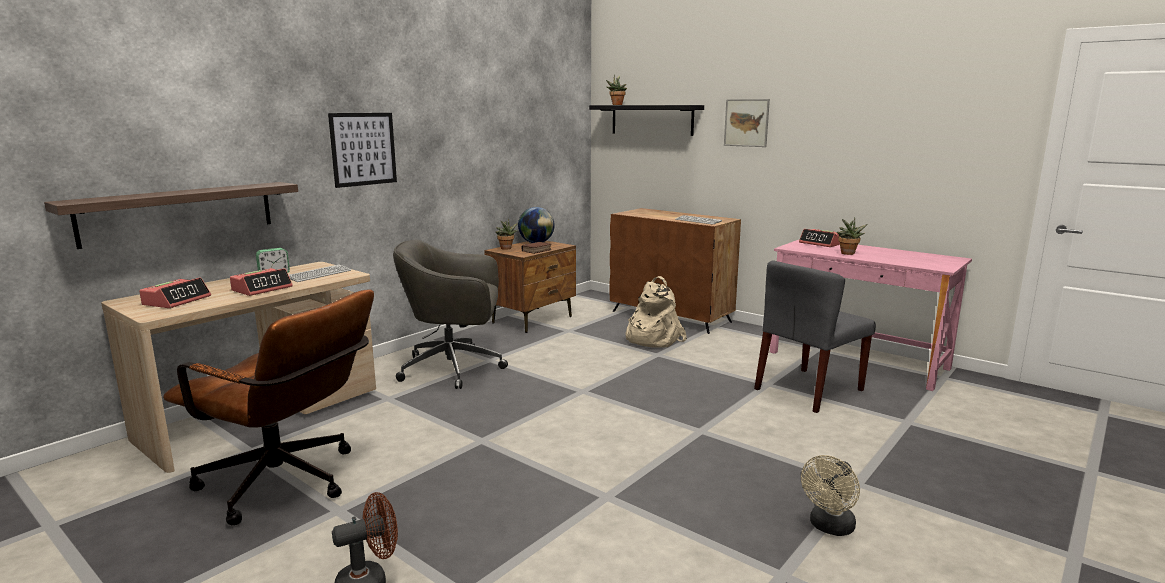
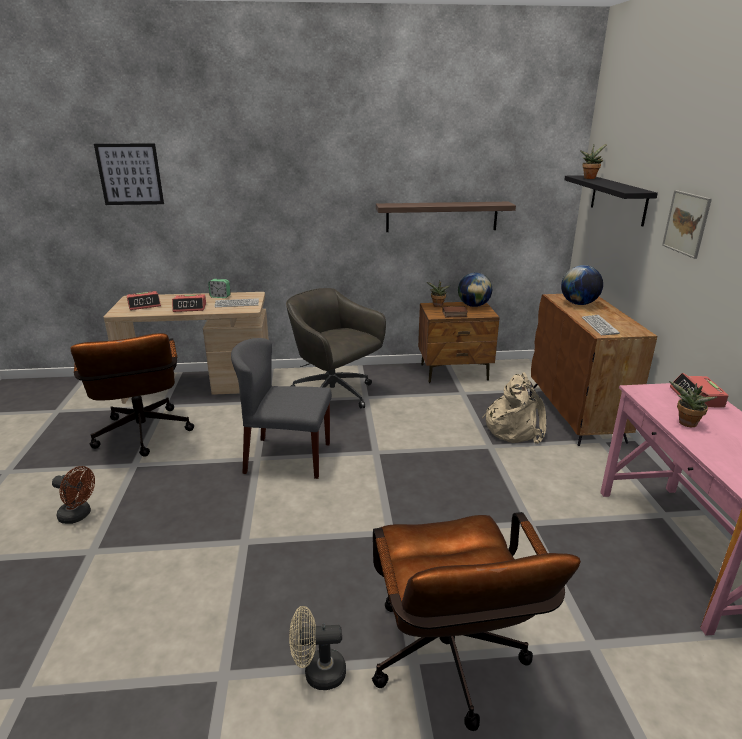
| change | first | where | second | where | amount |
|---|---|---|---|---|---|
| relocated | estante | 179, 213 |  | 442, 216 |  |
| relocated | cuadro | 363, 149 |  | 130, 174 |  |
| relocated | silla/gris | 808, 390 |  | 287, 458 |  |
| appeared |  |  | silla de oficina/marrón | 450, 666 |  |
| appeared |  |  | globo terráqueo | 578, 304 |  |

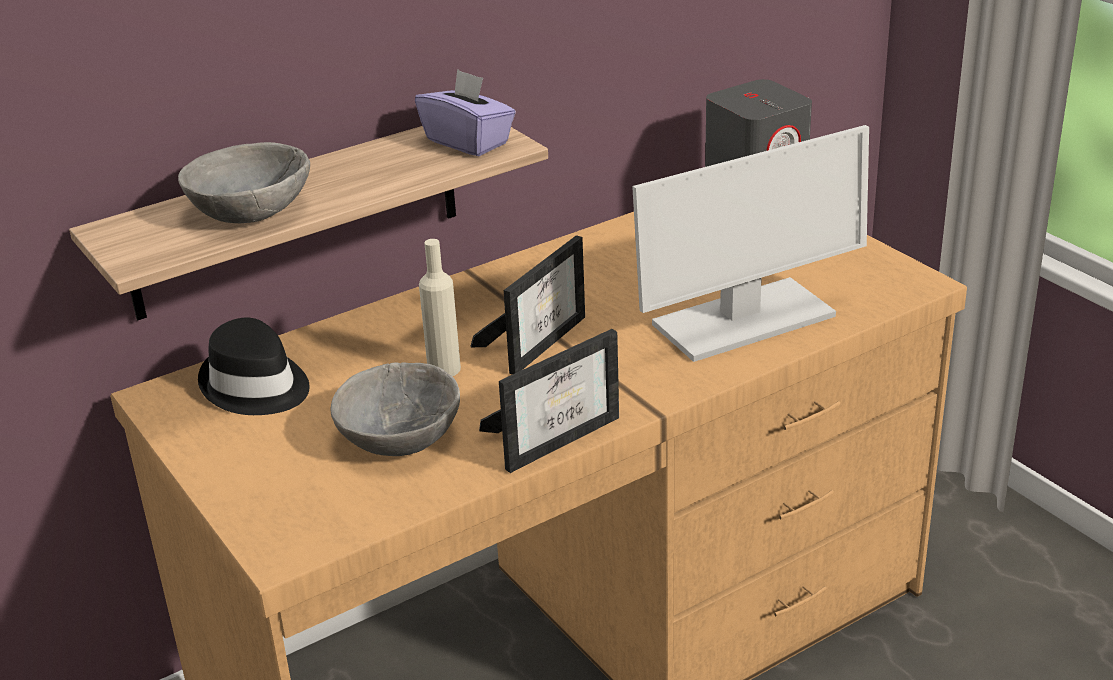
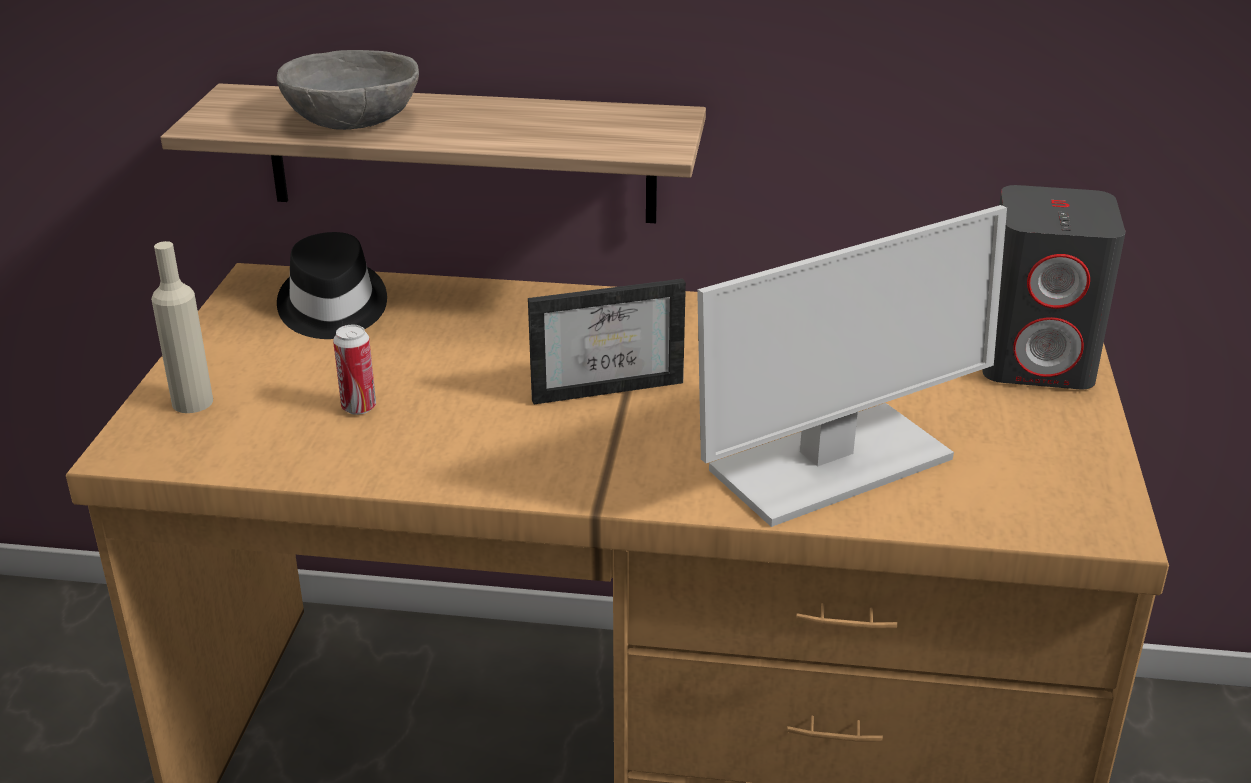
| change | first | where | second | where | amount |
|---|---|---|---|---|---|
| exchanged | cuenco/gris | 401, 437 | lata | 359, 407 |  |
| missing | caja de pañuelos/morado | 468, 141 |  |  |  |
| relocated | botella/beis | 444, 369 |  | 192, 402 |  |
| missing | portarretratos | 556, 436 |  |  |  |
| spun | monitor | 743, 321 |  | 830, 466 | 45 degrees counterclockwise |

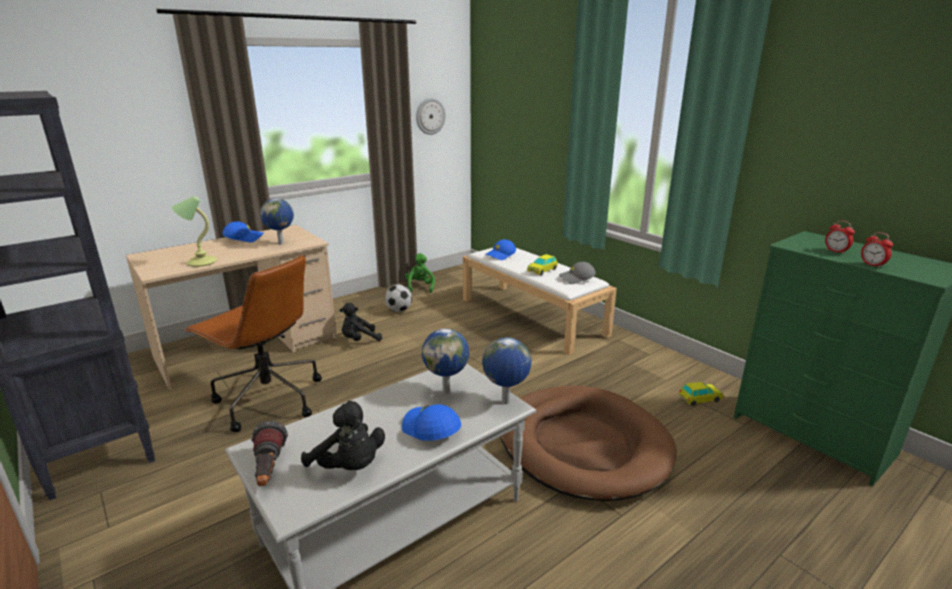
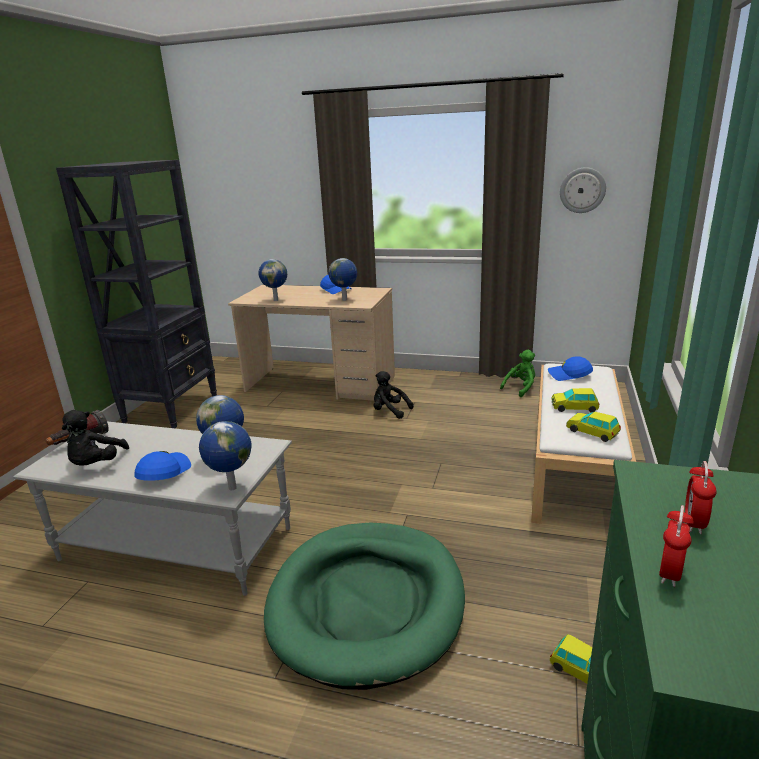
| change | first | where | second | where | amount |
|---|---|---|---|---|---|
| exchanged | lámpara de mesa | 201, 262 | globo terráqueo | 276, 300 |  |
| missing | silla de oficina/marrón | 268, 400 |  |  |  |
| missing | balón de fútbol | 399, 310 |  |  |  |
| colour | cama para perro/marrón | 582, 445 | cama para perro/verde | 367, 603 |  |
| exchanged | gorra/gris | 576, 279 | coche de juguete | 592, 432 |  |

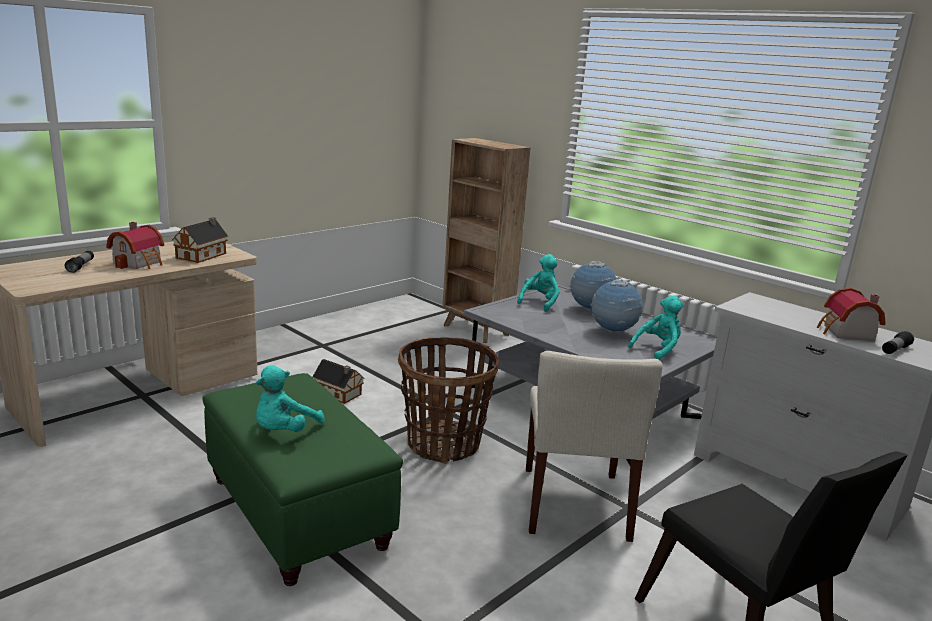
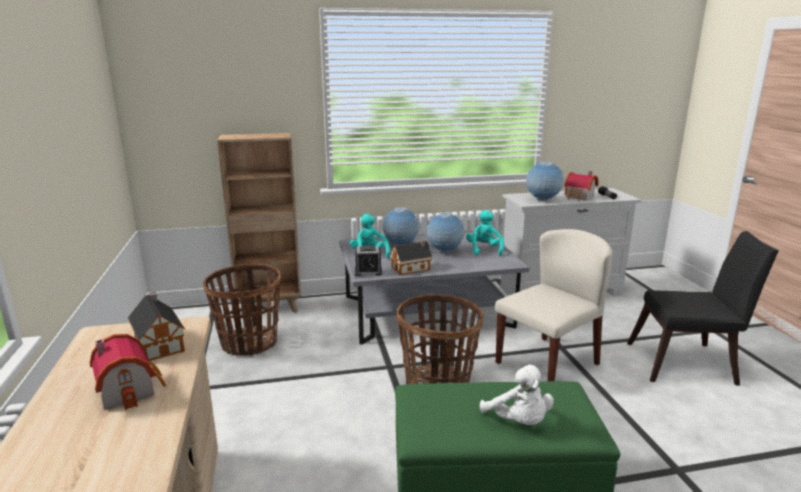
| change | first | where | second | where | amount |
|---|---|---|---|---|---|
| missing | linterna | 81, 267 |  |  |  |
| colour | peluche/turquesa | 284, 431 | peluche/blanco | 518, 422 |  |
| relocated | casita | 339, 394 |  | 412, 268 |  |
| spun | silla/beis | 575, 503 |  | 547, 362 | 75 degrees counterclockwise |
| appeared |  |  | cesta | 249, 343 |  |
| appeared |  |  | despertador | 368, 272 |  |
| appeared |  |  | globo terráqueo | 542, 200 |  |

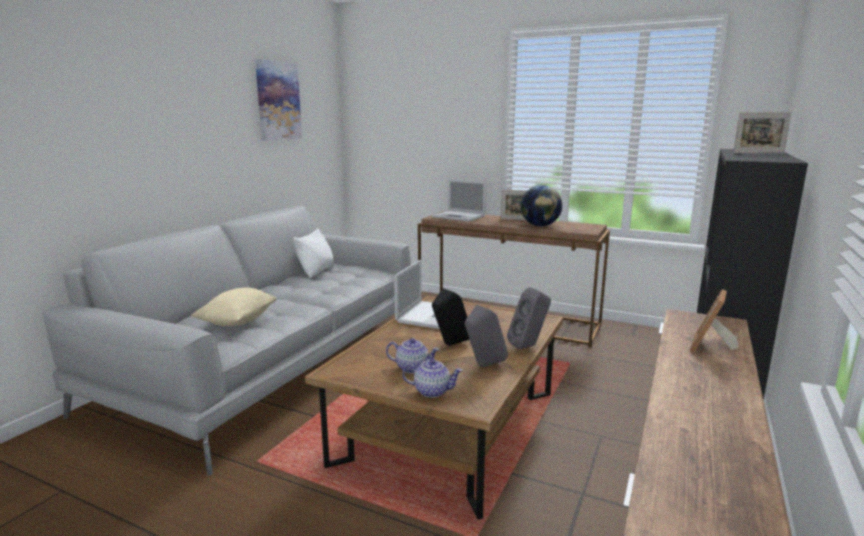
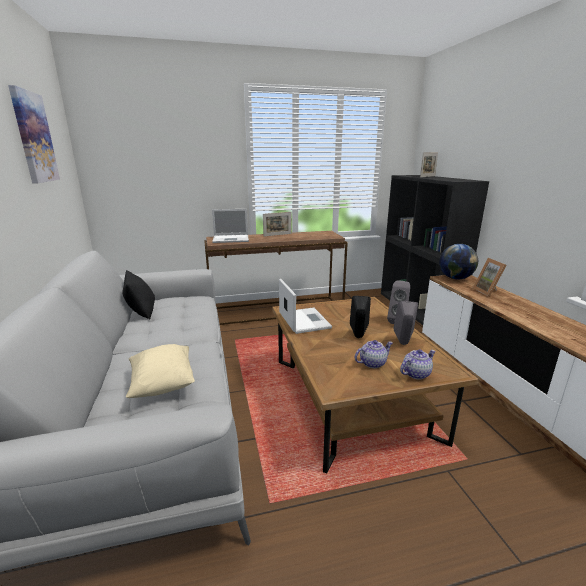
| change | first | where | second | where | amount |
|---|---|---|---|---|---|
| colour | cojín/blanco | 316, 271 | cojín/negro | 141, 312 |  |
| relocated | globo terráqueo | 540, 226 |  | 455, 278 |  |

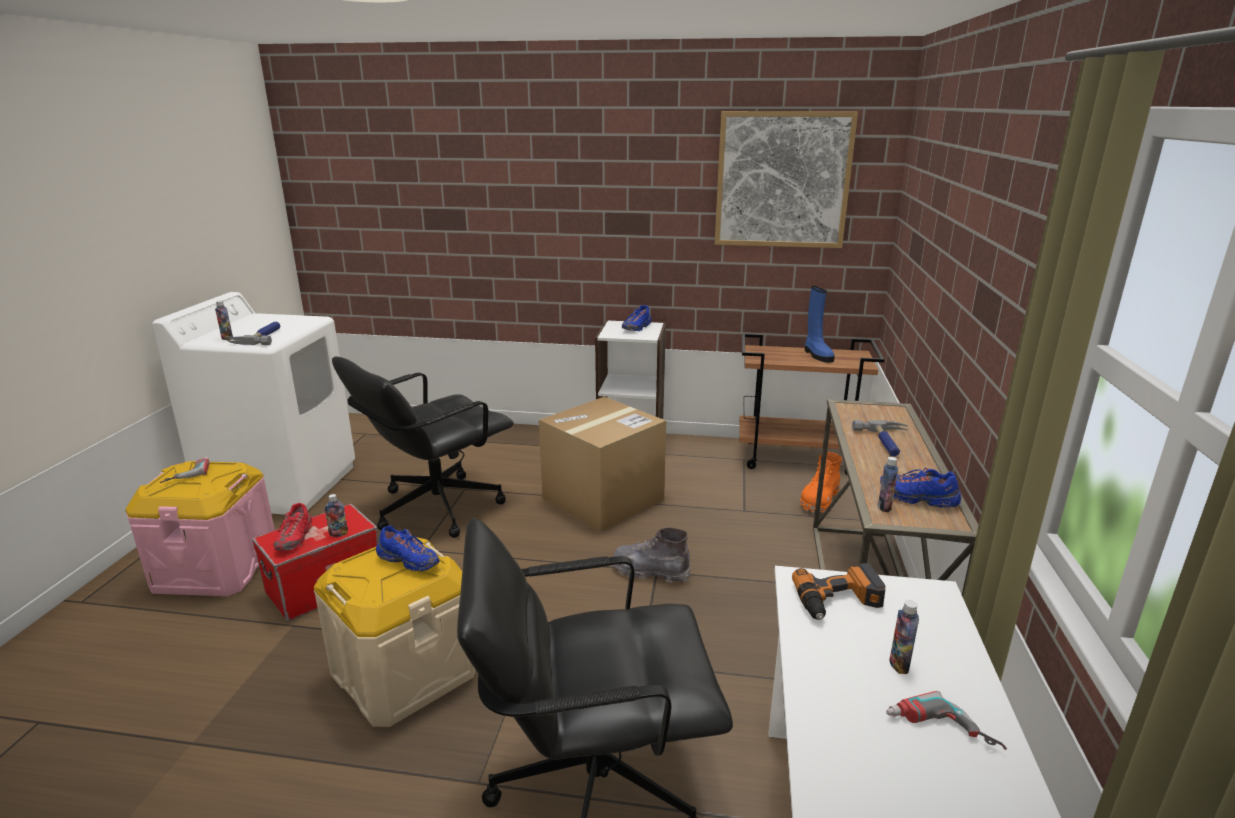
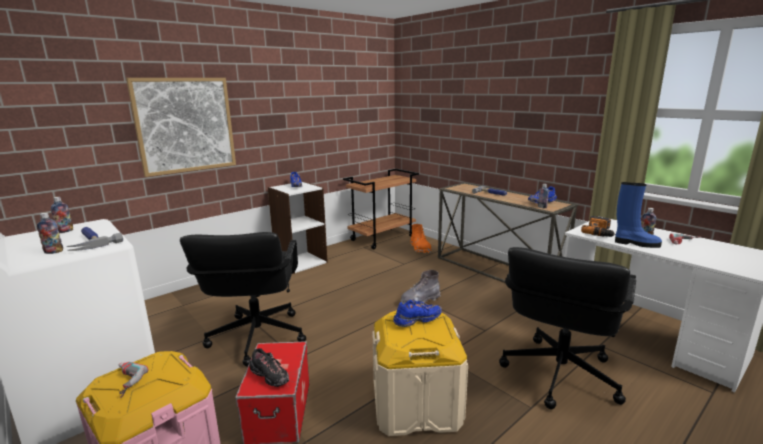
| change | first | where | second | where | amount |
|---|---|---|---|---|---|
| colour | zapato/rojo | 295, 538 | zapato/negro | 270, 377 |  |
| relocated | botella | 338, 534 |  | 65, 231 |  |
| missing | caja de cartón | 603, 499 |  |  |  |
| relocated | cuadro | 782, 180 |  | 185, 125 |  |
| relocated | bota/azul | 817, 355 |  | 635, 243 |  |

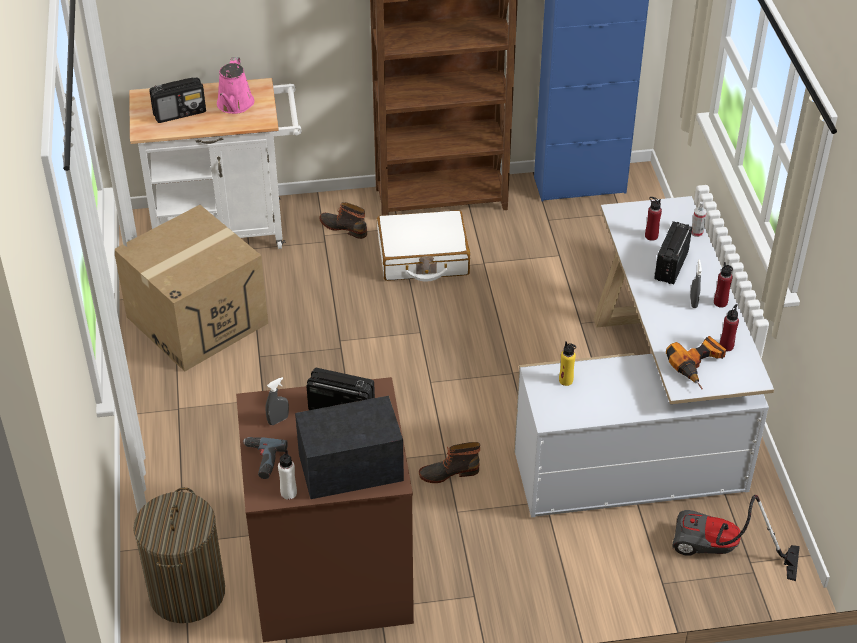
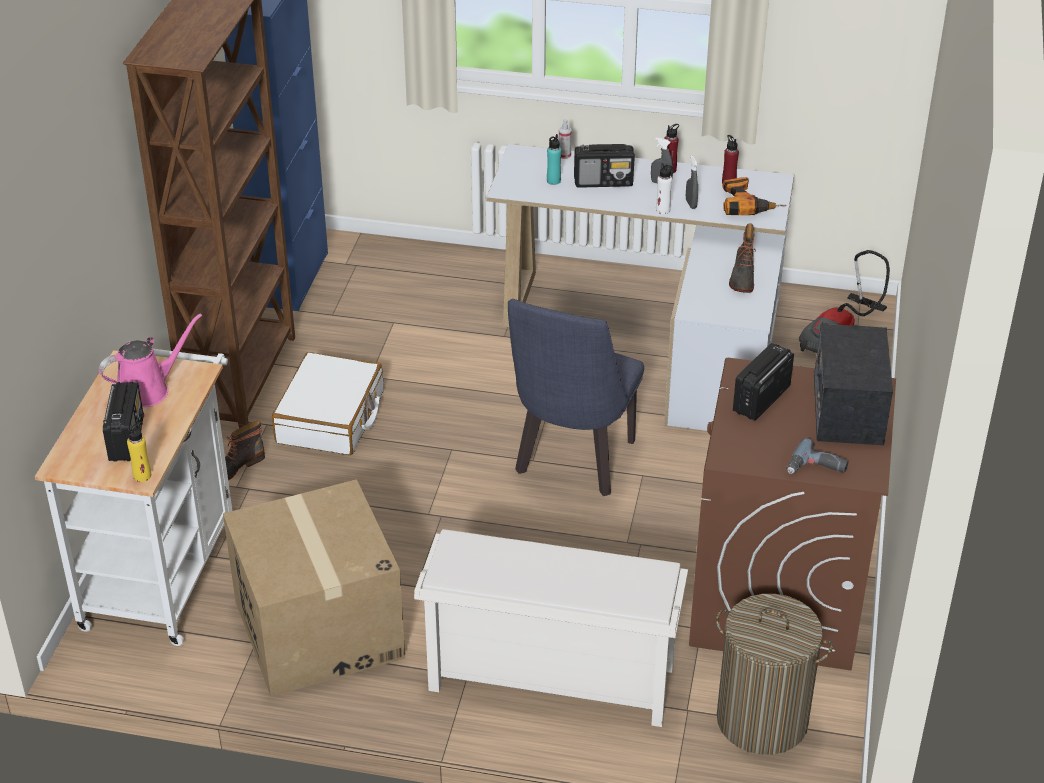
| change | first | where | second | where | amount |
|---|---|---|---|---|---|
| spun | regadera/rosa | 234, 105 |  | 148, 390 | 60 degrees counterclockwise |
| relocated | pulverizador/gris | 278, 420 |  | 691, 204 |  |
| relocated | botella/blanco | 288, 493 |  | 663, 210 |  |
| relocated | bota | 448, 472 |  | 742, 277 |  |
| relocated | botella/amarillo | 566, 380 |  | 142, 475 |  |
| colour | botella/rojo | 651, 236 | botella/turquesa | 553, 181 |  |
| spun | radio | 671, 266 |  | 604, 182 | 45 degrees counterclockwise |
| appeared |  |  | zapatero/blanco | 548, 679 |  |
| appeared |  |  | silla/azul | 573, 464 |  |

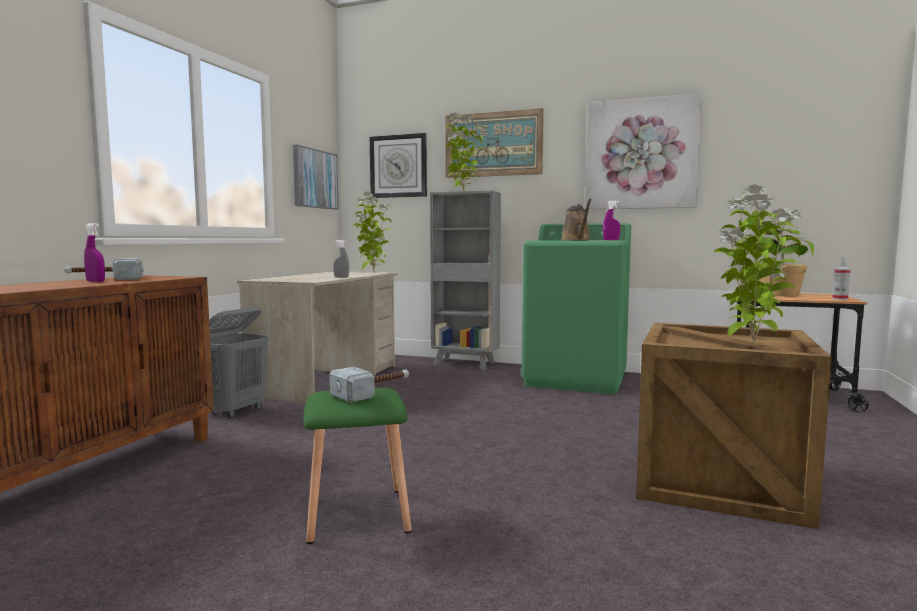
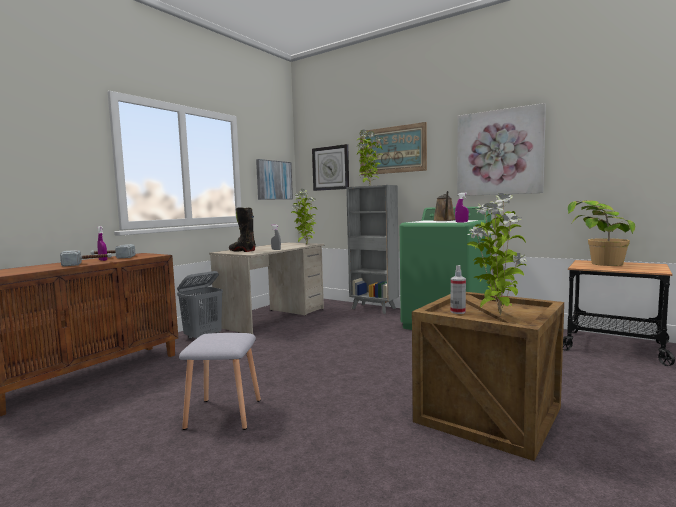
| change | first | where | second | where | amount |
|---|---|---|---|---|---|
| colour | taburete/verde | 355, 515 | taburete/gris | 222, 414 |  |
| relocated | martillo | 374, 392 |  | 87, 263 |  |
| relocated | pulverizador | 840, 299 |  | 458, 312 |  |
| appeared |  |  | bota/negro | 242, 251 |  |

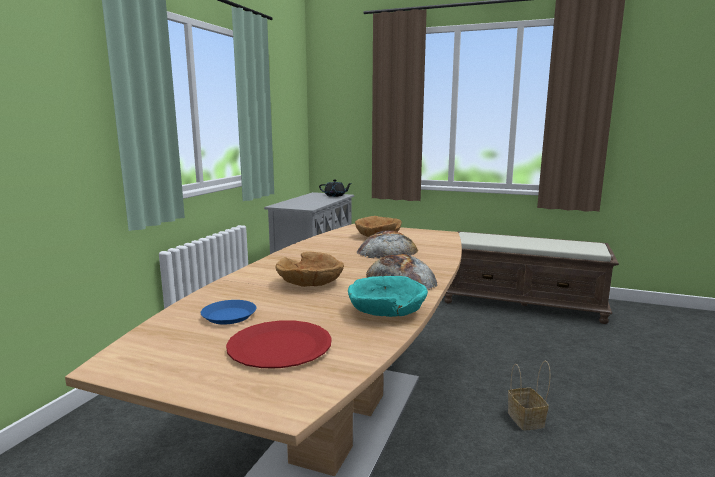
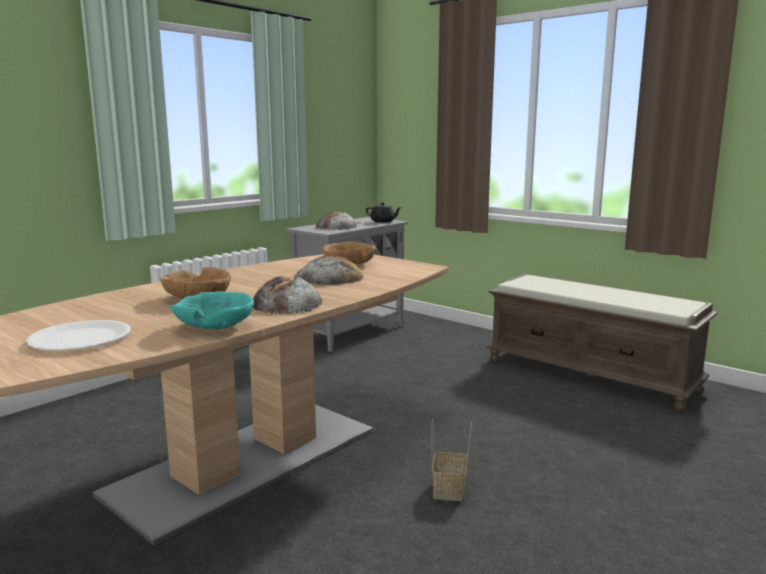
| change | first | where | second | where | amount |
|---|---|---|---|---|---|
| missing | plato/azul | 229, 316 |  |  |  |
| colour | plato/rojo | 280, 346 | plato/blanco | 81, 338 |  |
| appeared |  |  | pan | 336, 226 |  |

